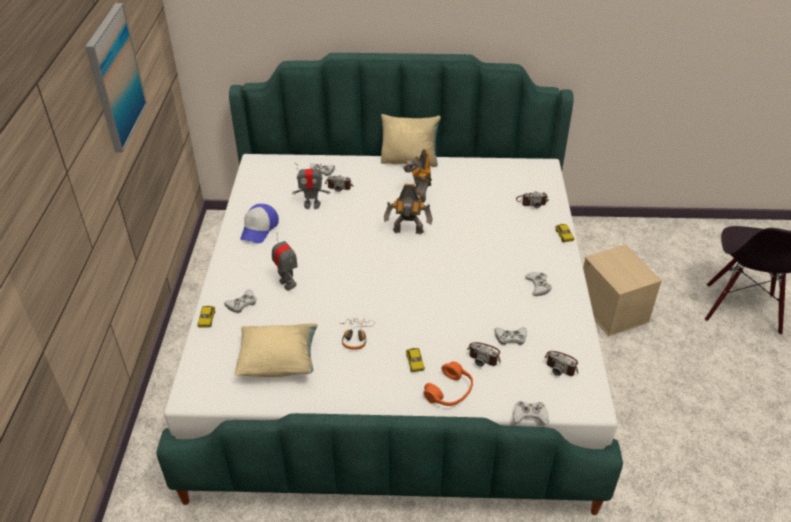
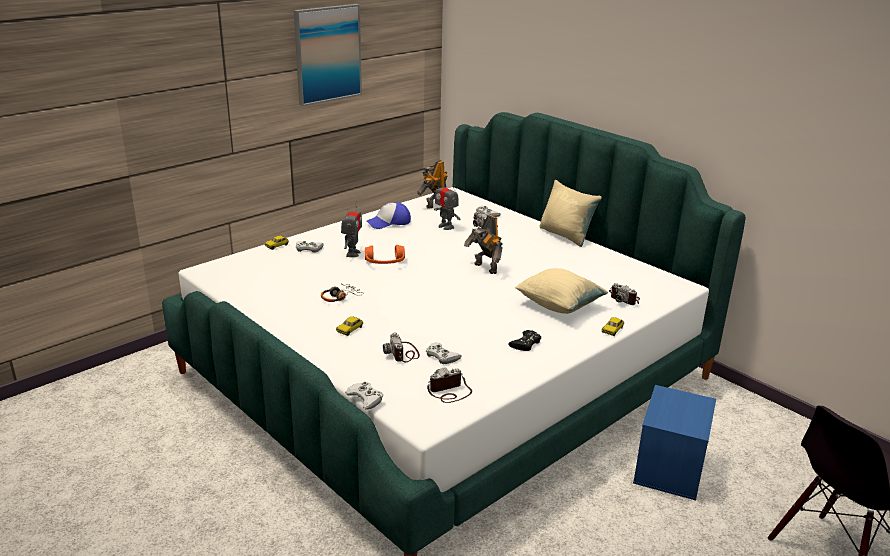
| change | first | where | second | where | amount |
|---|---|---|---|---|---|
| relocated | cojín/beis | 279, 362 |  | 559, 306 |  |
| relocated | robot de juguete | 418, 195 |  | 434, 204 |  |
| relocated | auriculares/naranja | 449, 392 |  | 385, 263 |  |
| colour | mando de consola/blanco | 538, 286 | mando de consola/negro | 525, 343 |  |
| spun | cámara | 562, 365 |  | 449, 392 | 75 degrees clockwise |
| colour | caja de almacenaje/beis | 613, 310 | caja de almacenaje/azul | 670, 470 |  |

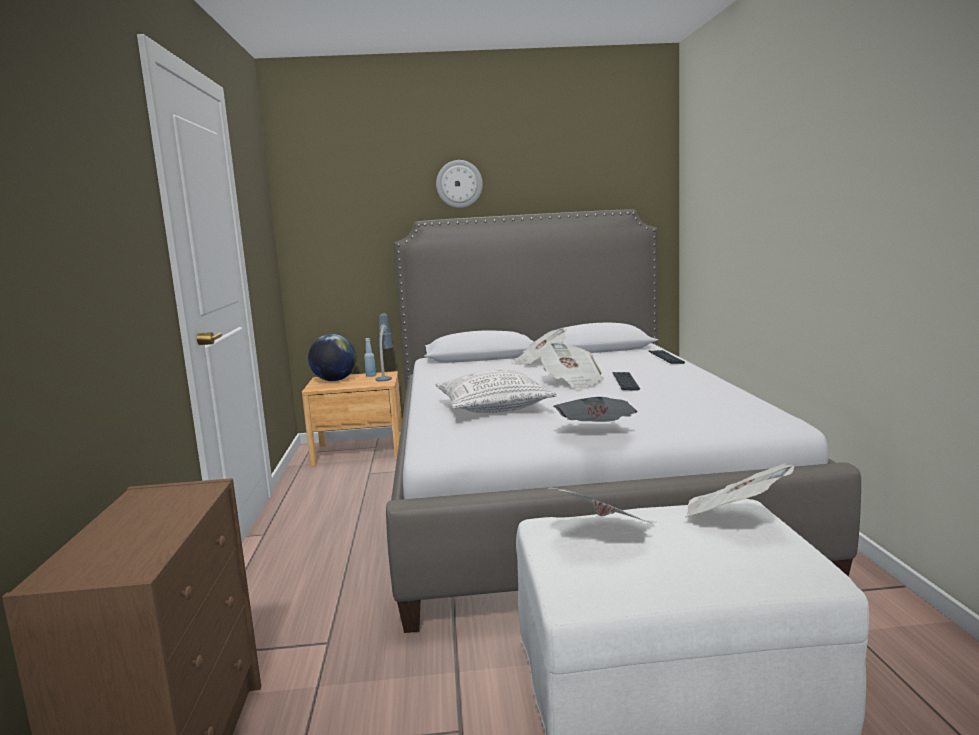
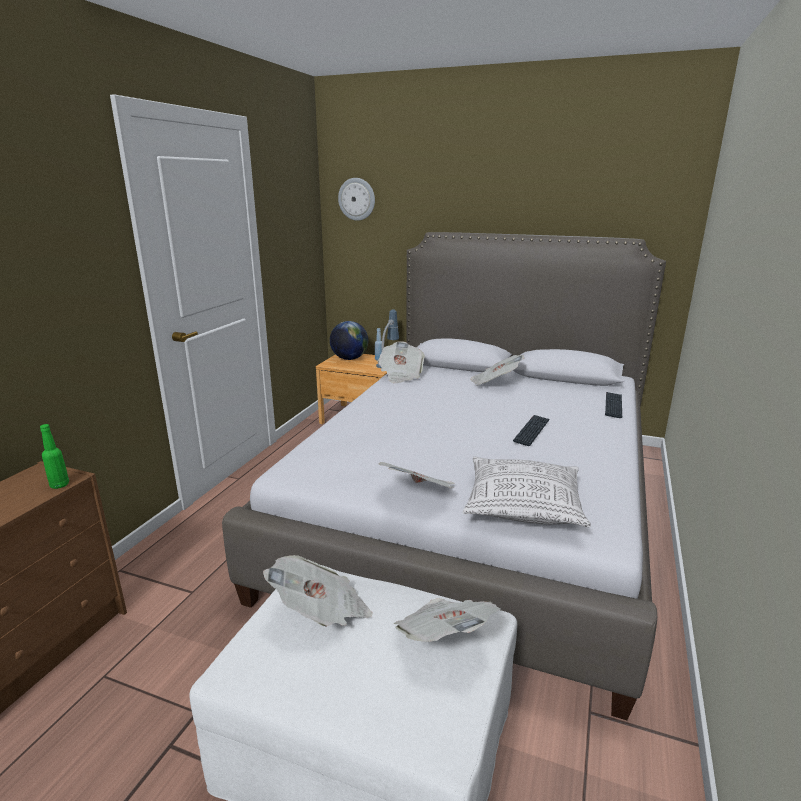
| change | first | where | second | where | amount |
|---|---|---|---|---|---|
| relocated | cojín | 494, 408 |  | 523, 506 |  |
| relocated | reloj de pared | 459, 184 |  | 357, 199 |  |
| relocated | periódico | 572, 382 |  | 400, 375 |  |
| appeared |  |  | botella/verde | 60, 485 |  |

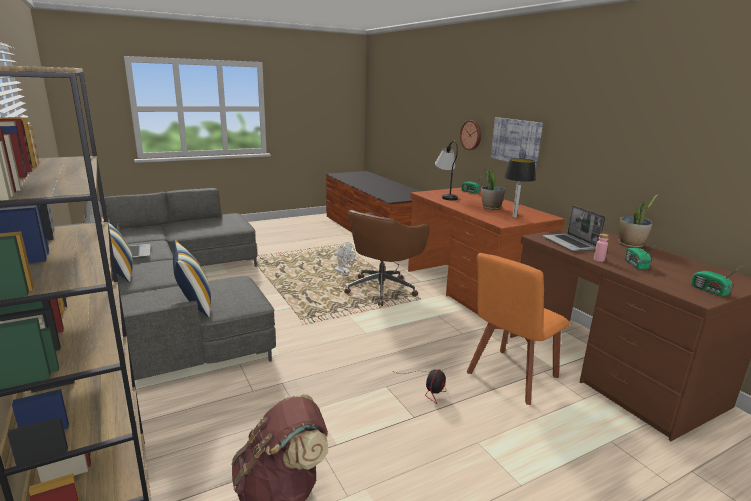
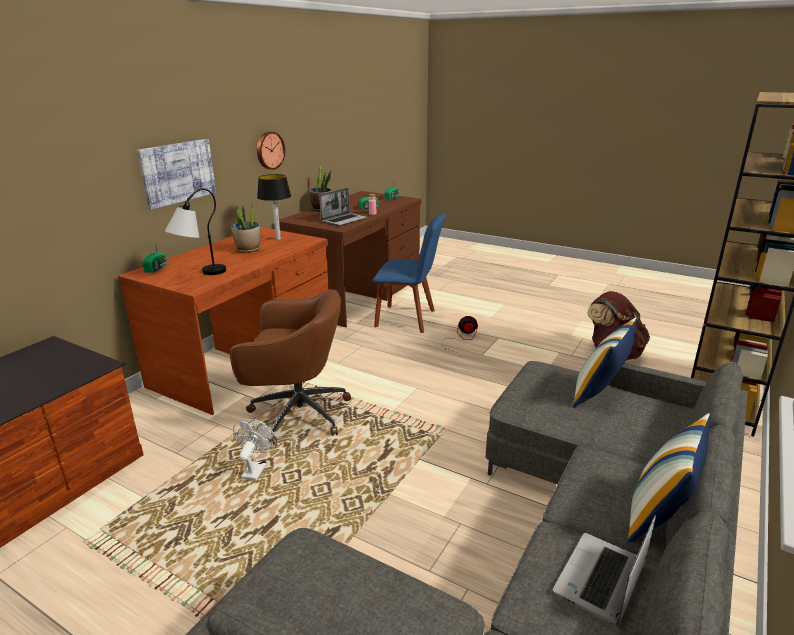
| change | first | where | second | where | amount |
|---|---|---|---|---|---|
| relocated | reloj de pared | 471, 135 |  | 269, 150 |  |
| colour | silla/naranja | 510, 377 | silla/azul | 408, 319 |  |

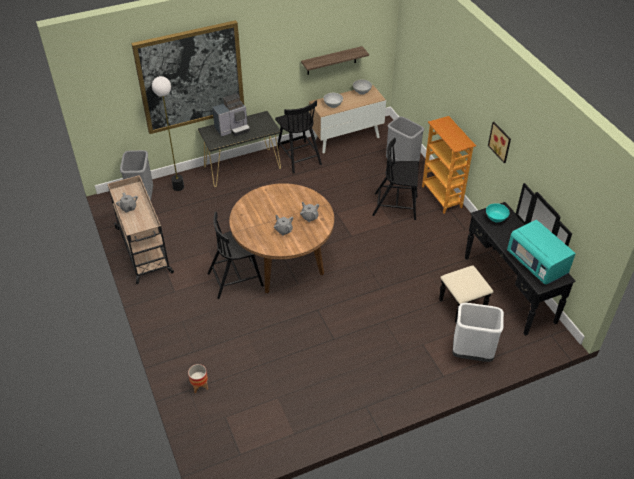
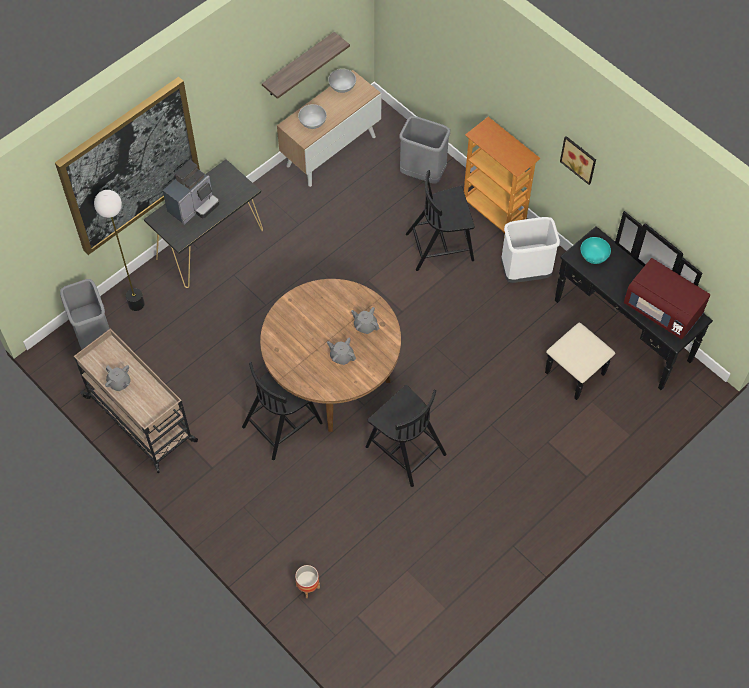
| change | first | where | second | where | amount |
|---|---|---|---|---|---|
| relocated | silla/negro | 298, 156 |  | 404, 449 |  |
| relocated | papelera/blanco | 472, 353 |  | 525, 271 |  |
| colour | microondas/turquesa | 537, 263 | microondas/rojo | 663, 309 |  |

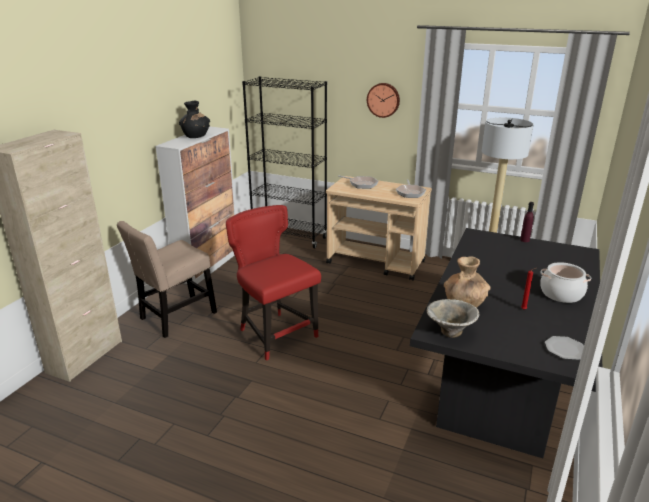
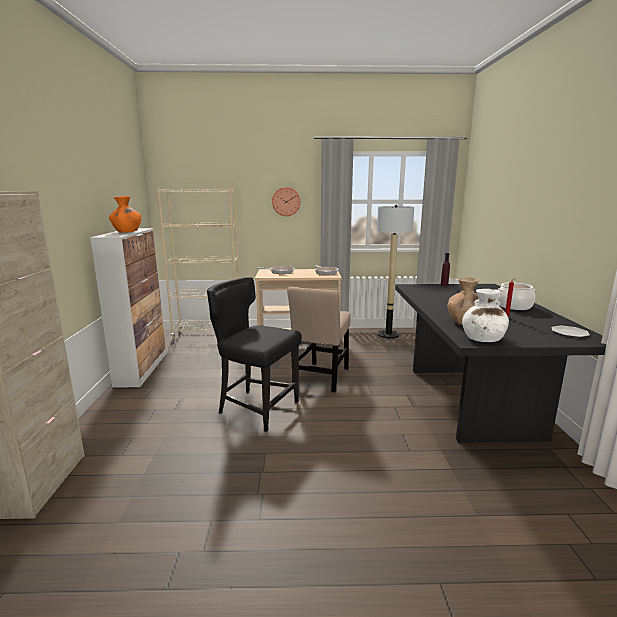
| change | first | where | second | where | amount |
|---|---|---|---|---|---|
| relocated | silla/beis | 175, 317 |  | 321, 378 |  |
| colour | florero/negro | 195, 136 | florero/naranja | 127, 232 |  |
| colour | silla/rojo | 275, 334 | silla/negro | 256, 408 |  |
| colour | estantería/negro | 289, 237 | estantería/beis | 208, 335 |  |
| exchanged | cuenco | 449, 333 | florero/blanco | 482, 339 |  |

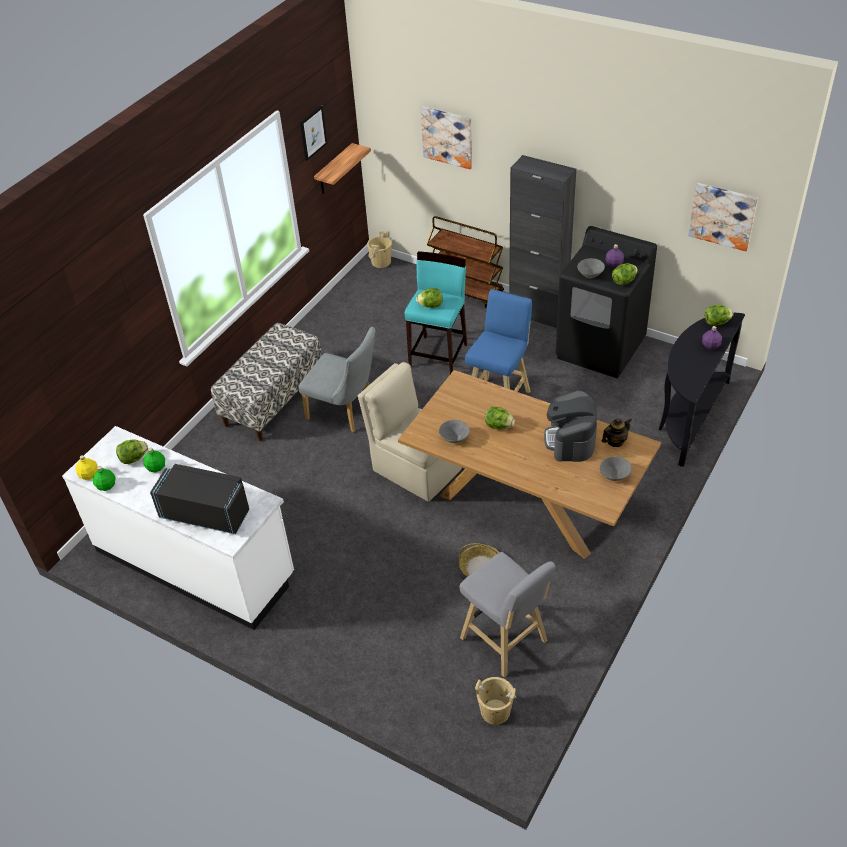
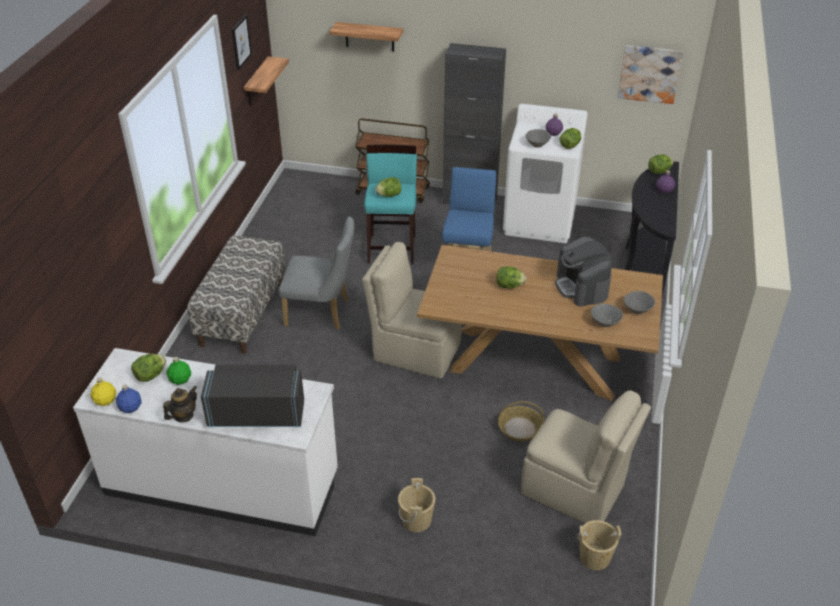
| change | first | where | second | where | amount |
|---|---|---|---|---|---|
| colour | botella/verde | 106, 486 | botella/azul | 130, 408 |  |
| relocated | cubo/beis | 381, 262 |  | 416, 520 |  |
| exchanged | cuadro | 447, 137 | estante | 369, 37 |  |
| relocated | cuenco/gris | 454, 439 |  | 605, 323 |  |
| exchanged | taburete/gris | 506, 642 | silla/beis | 575, 491 |  |
| colour | lavadora/negro | 600, 348 | lavadora/blanco | 540, 221 |  |
| relocated | tetera | 615, 441 |  | 183, 416 |  |

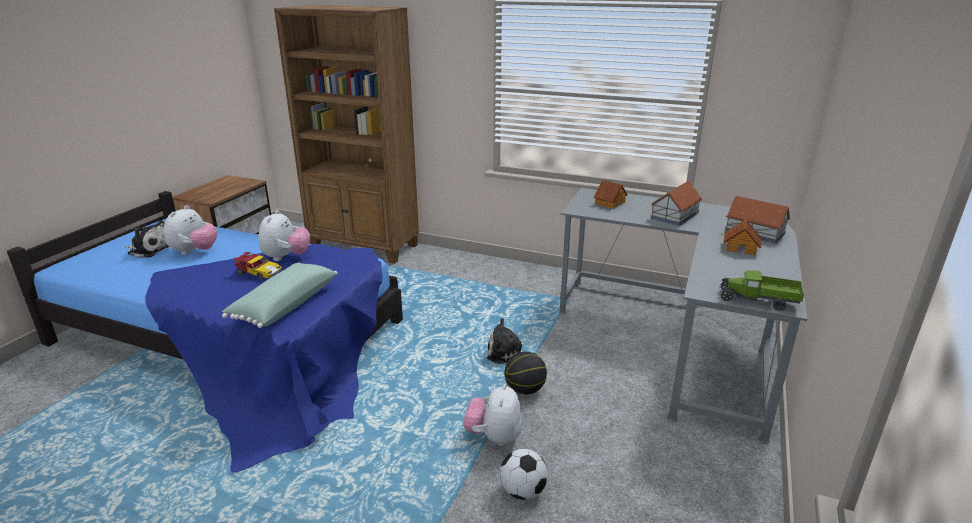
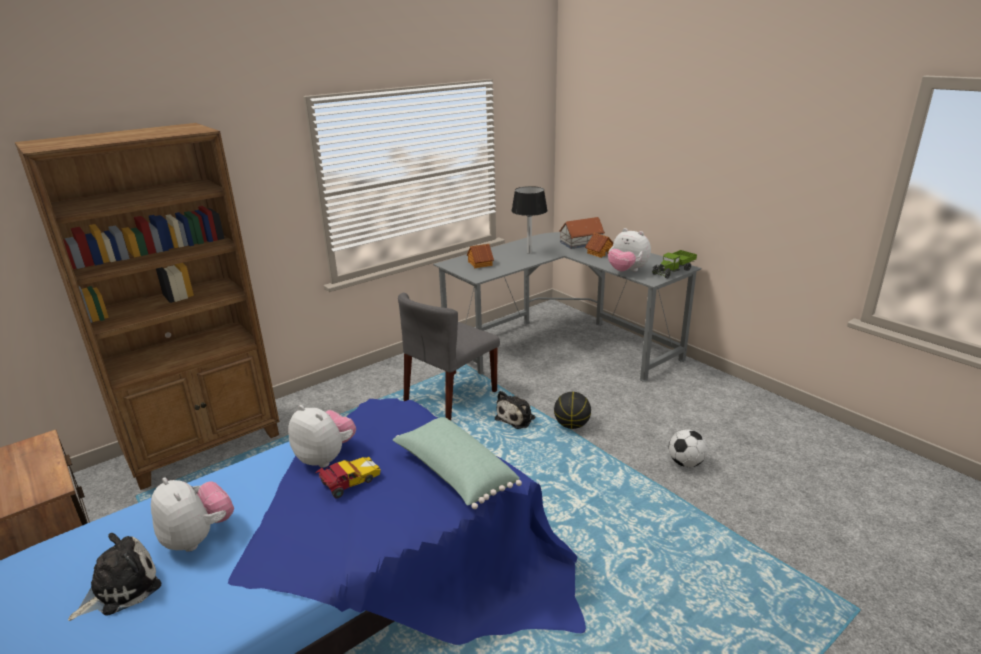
| change | first | where | second | where | amount |
|---|---|---|---|---|---|
| relocated | peluche | 494, 437 |  | 627, 271 |  |
| exchanged | casita | 675, 215 | lámpara de mesa/negro | 529, 253 |  |
| appeared |  |  | silla/gris | 450, 397 |  |

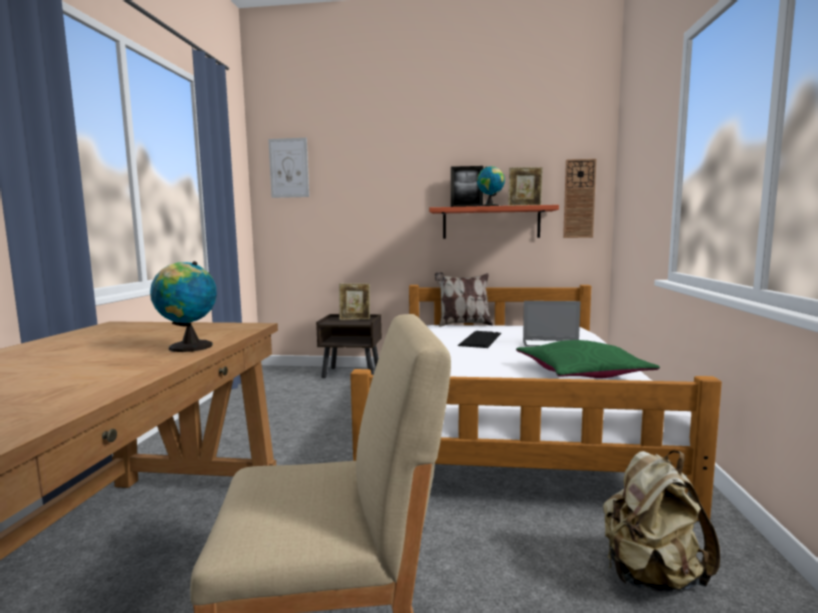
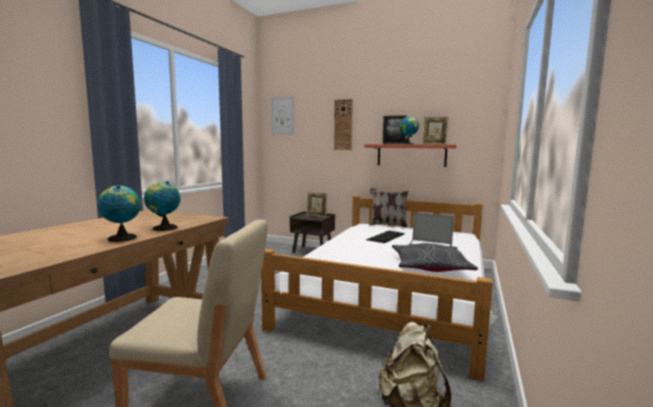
| change | first | where | second | where | amount |
|---|---|---|---|---|---|
| colour | cojín/verde | 581, 372 | cojín/gris | 429, 266 |  |
| relocated | reloj de pared | 579, 199 |  | 343, 125 |  |
| appeared |  |  | globo terráqueo | 122, 238 |  |

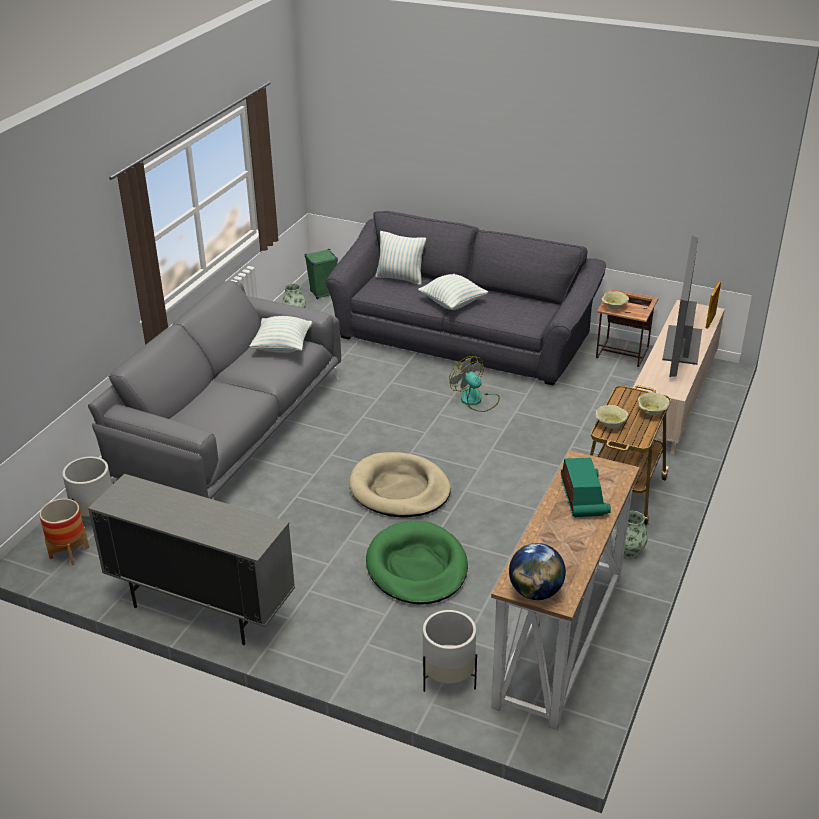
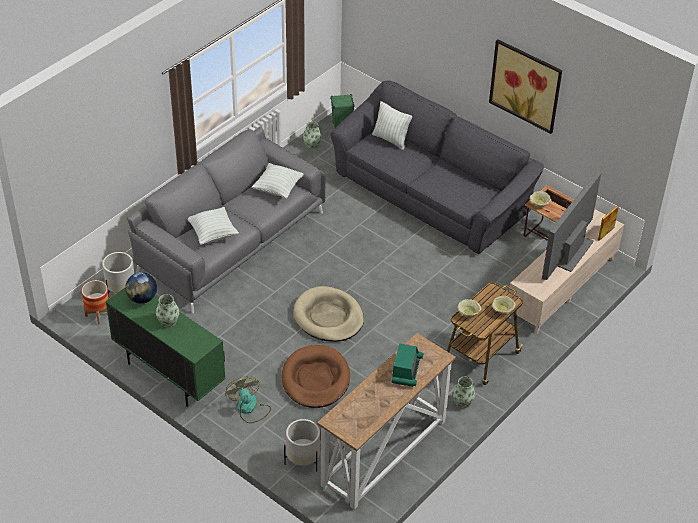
| change | first | where | second | where | amount |
|---|---|---|---|---|---|
| colour | armario/gris | 201, 608 | armario/verde | 169, 375 |  |
| colour | cama para perro/verde | 417, 567 | cama para perro/marrón | 315, 379 |  |
| relocated | cojín | 452, 303 |  | 213, 234 |  |
| relocated | ventilador | 475, 400 |  | 249, 409 |  |
| relocated | globo terráqueo | 535, 592 |  | 142, 298 |  |
| appeared |  |  | florero | 168, 321 |  |
| appeared |  |  | cuadro | 525, 85 |  |

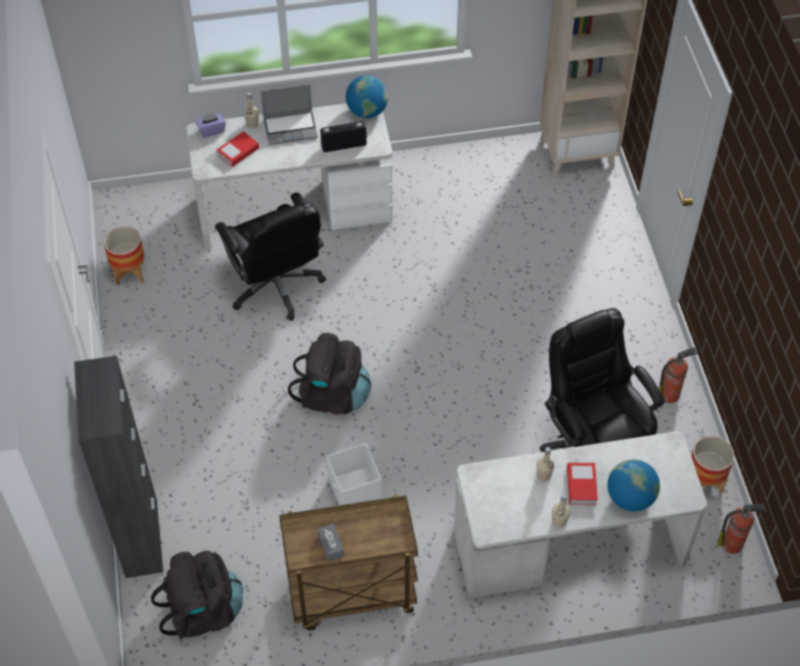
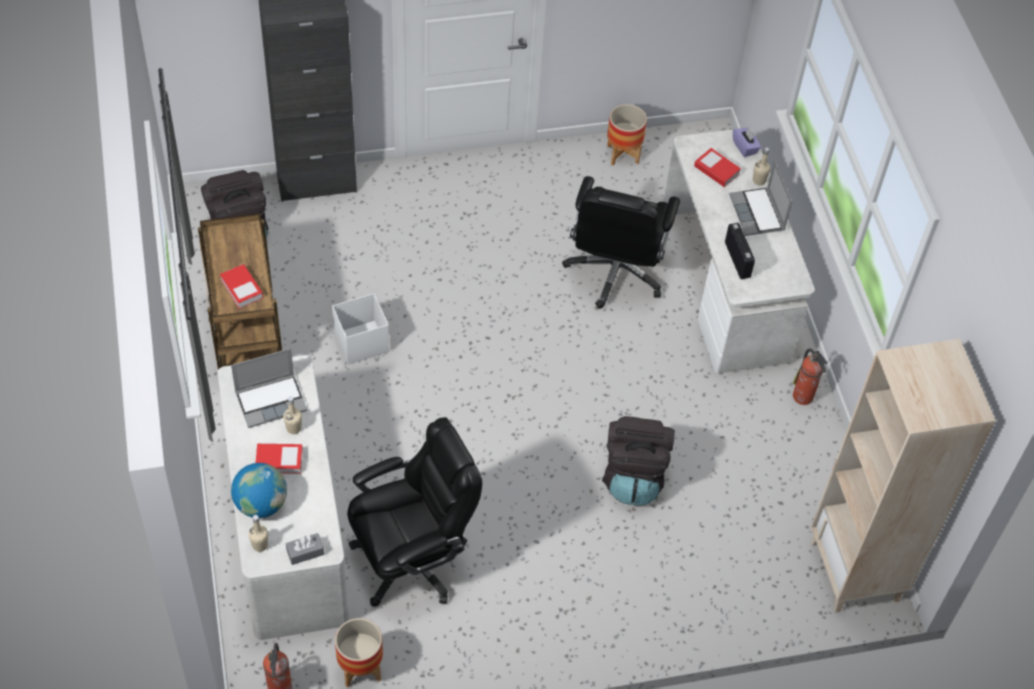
| change | first | where | second | where | amount |
|---|---|---|---|---|---|
| spun | silla de oficina/negro | 276, 286 |  | 615, 272 | 45 degrees counterclockwise |
| relocated | mochila/negro | 333, 395 |  | 633, 477 |  |
| relocated | caja de pañuelos/gris | 331, 545 |  | 305, 552 |  |
| missing | globo terráqueo | 367, 111 |  |  |  |
| relocated | botella/beis | 559, 521 |  | 260, 545 |  |
| relocated | extintor | 670, 394 |  | 803, 397 |  |
| appeared |  |  | libro | 242, 289 |  |
| appeared |  |  | portátil | 271, 400 |  |

